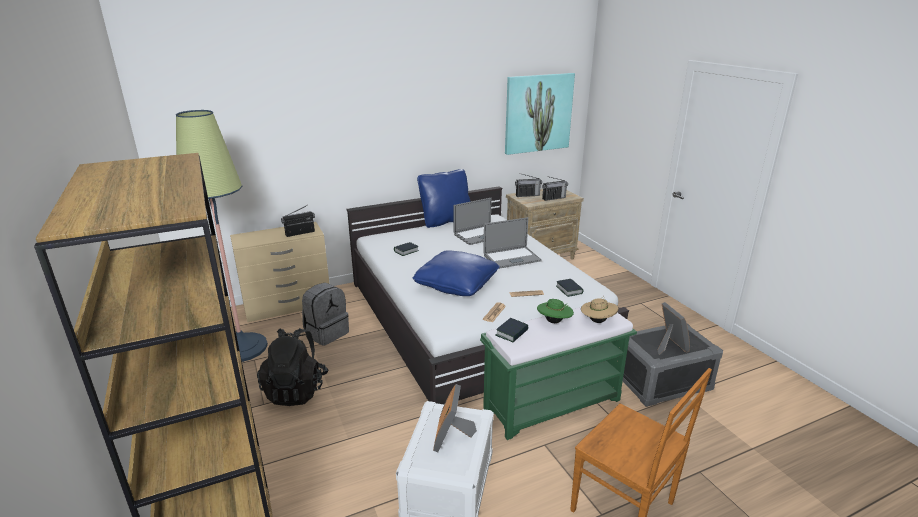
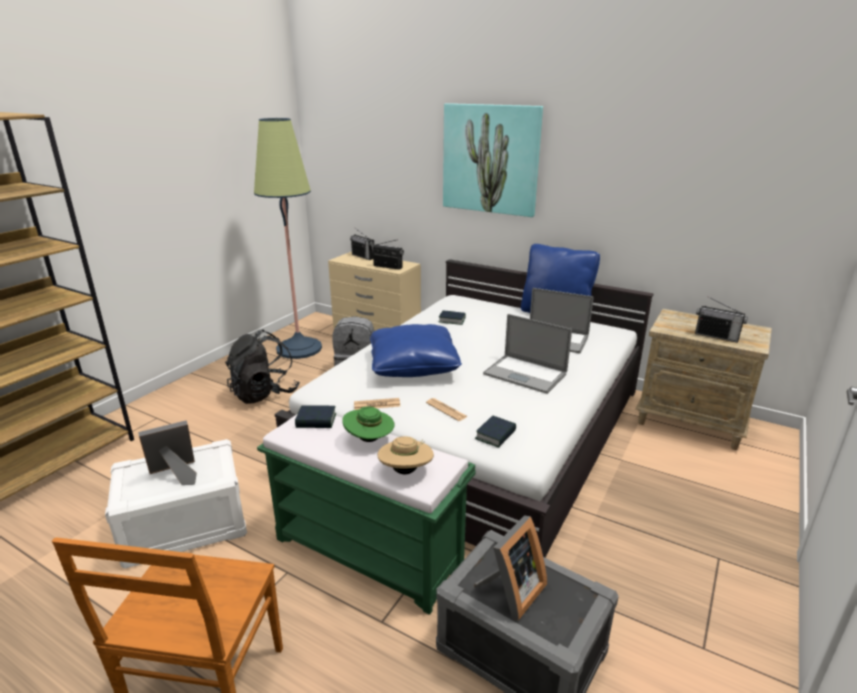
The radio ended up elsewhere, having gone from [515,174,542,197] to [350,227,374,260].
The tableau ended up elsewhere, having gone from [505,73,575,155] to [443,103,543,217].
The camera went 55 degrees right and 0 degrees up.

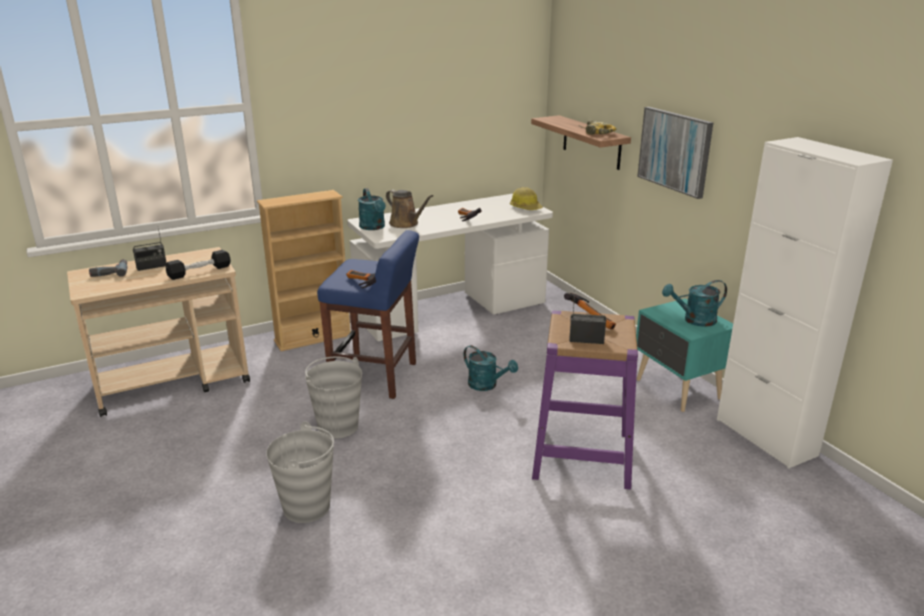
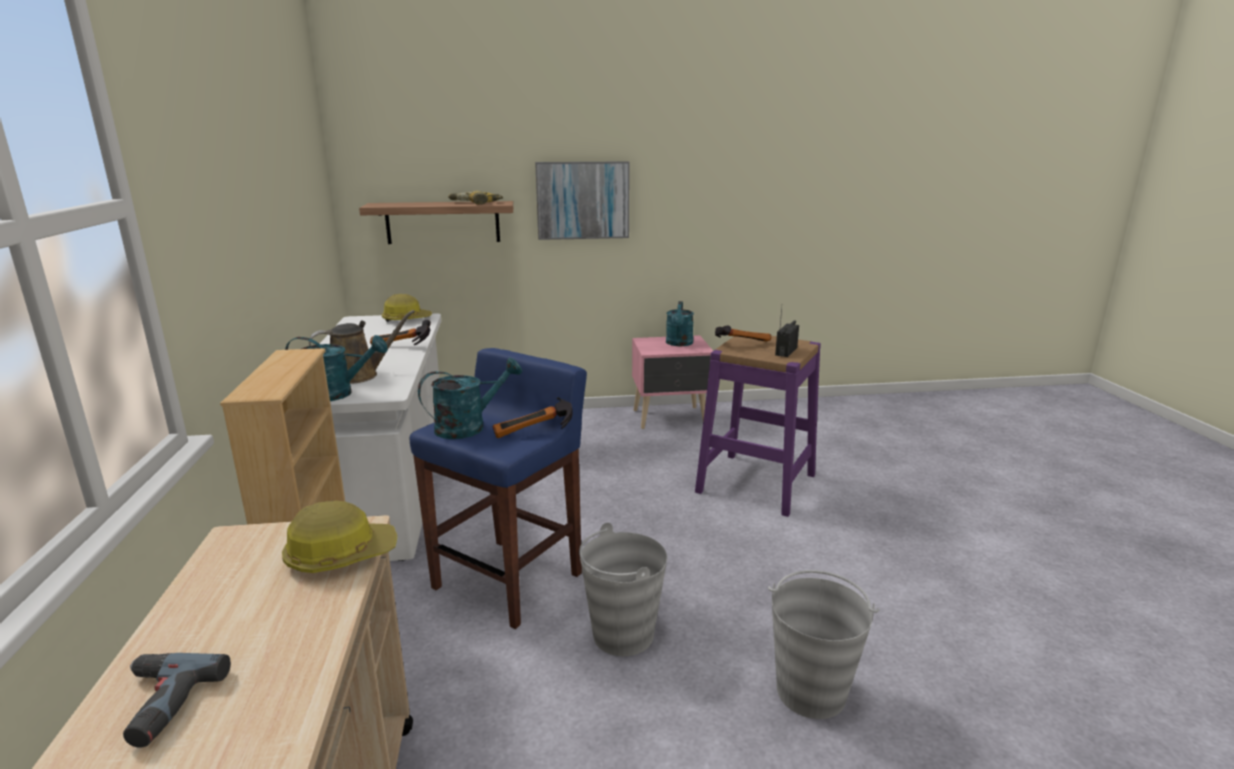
Where the haltère [noir] stood at [166,250,231,280], the casque de chantier came to stand at [282,501,397,573].
The arrosoir [turquoise] ended up elsewhere, having gone from [463,345,518,391] to [418,357,522,439].
What was the table de chevet [turquoise] at [636,299,733,412] turned into the table de chevet [rose] at [632,335,713,429].
The second view lost the radio at [133,228,167,271].
The second view lost the meuble de rangement [blanc] at [717,137,893,468].
The camera went 70 degrees left and 5 degrees down.

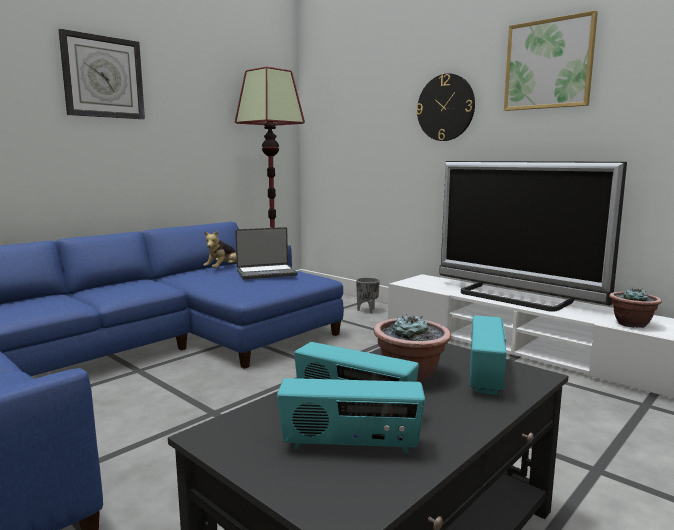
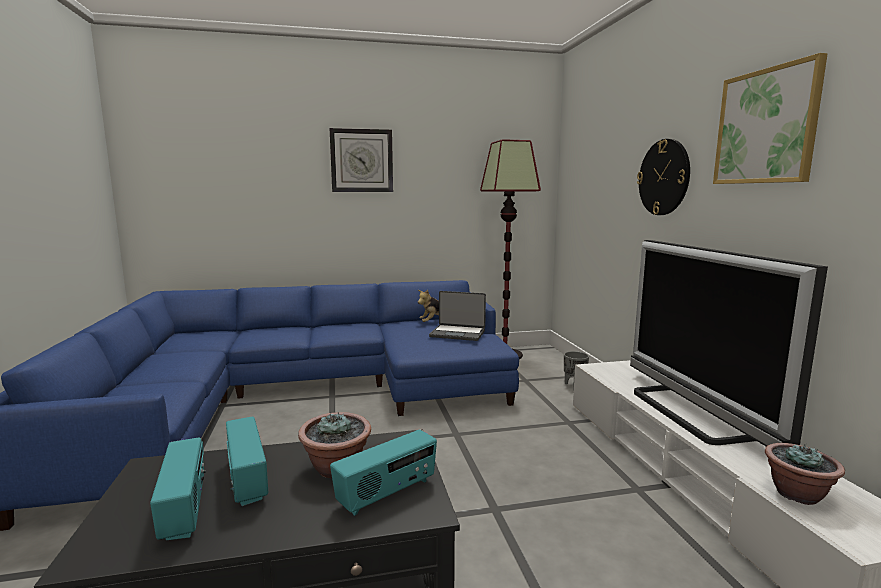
The radio at [277,378,425,454] ended up facing another way, 150 degrees counterclockwise from before.
The camera went 35 degrees right and 0 degrees up.

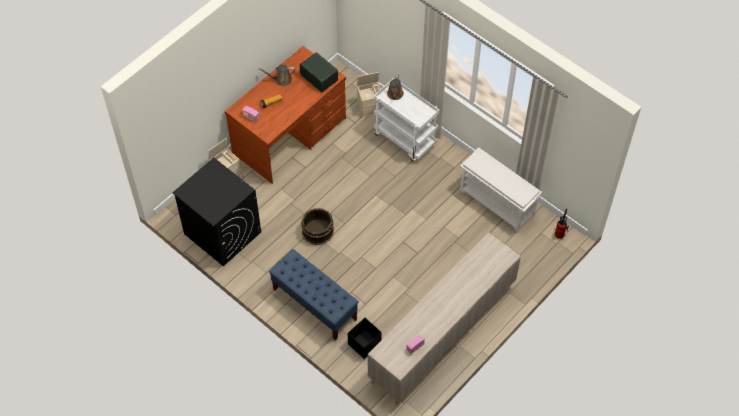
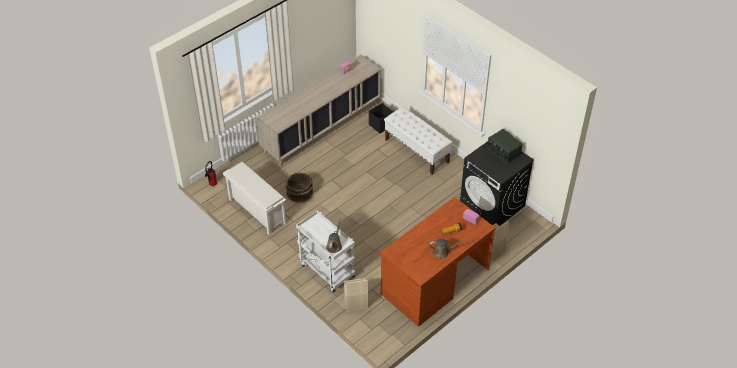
The seau [marron] ended up elsewhere, having gone from [301,208,334,245] to [286,173,313,203].
What was the banc [bleu] at [269,249,359,341] turned into the banc [blanc] at [384,107,452,175].
The radio ended up elsewhere, having gone from [300,52,338,93] to [487,129,523,163].
The camera went 175 degrees left and 10 degrees down.

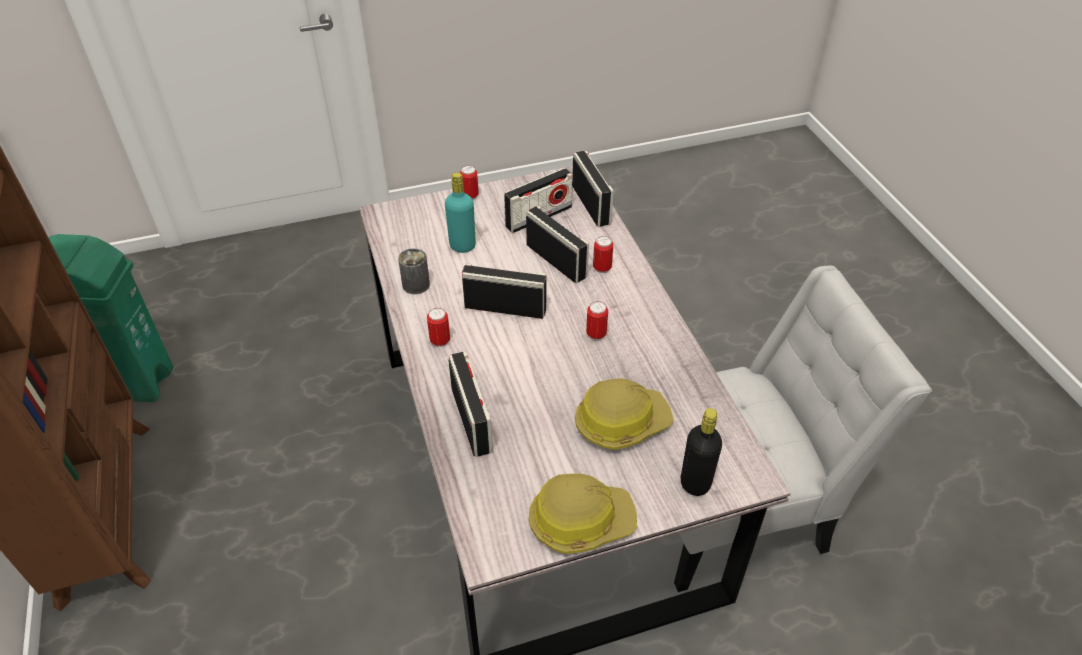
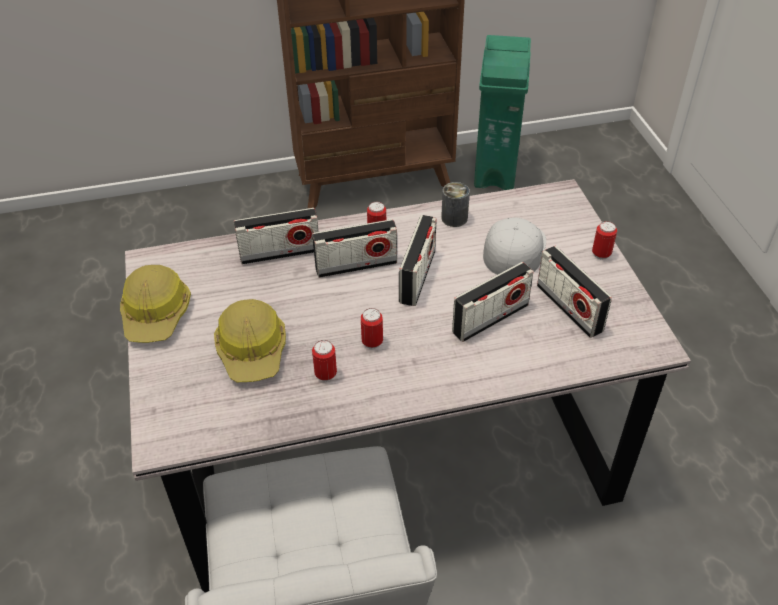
The radio ended up elsewhere, having gone from [572,150,614,227] to [312,219,397,278].
The boîte métallique ended up elsewhere, having gone from [593,236,613,273] to [312,340,337,381].
Where the bouteille [turquoise] stood at [445,172,476,253], the casquette [blanc] came to stand at [483,218,546,275].
The second view lost the bouteille [noir] at [681,408,722,496].
The camera went 95 degrees right and 0 degrees up.

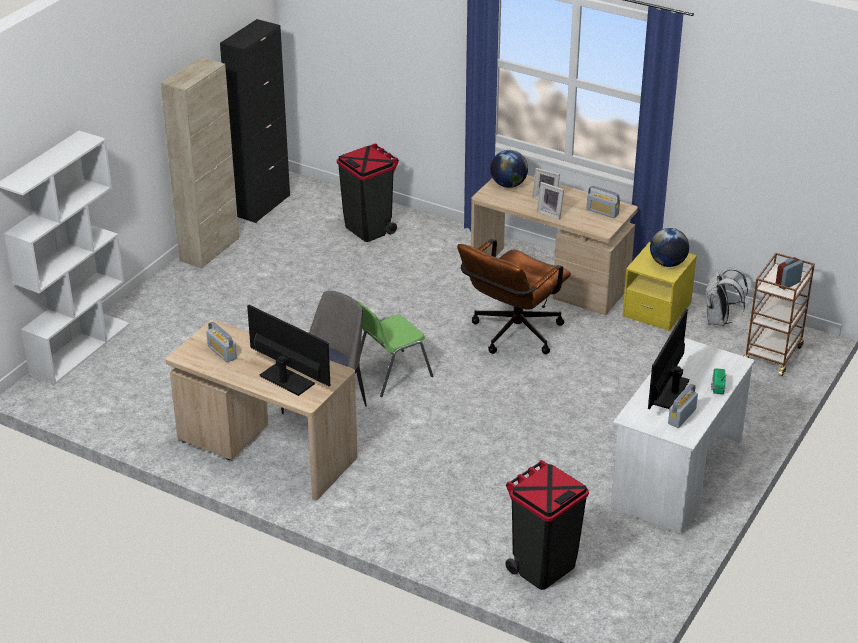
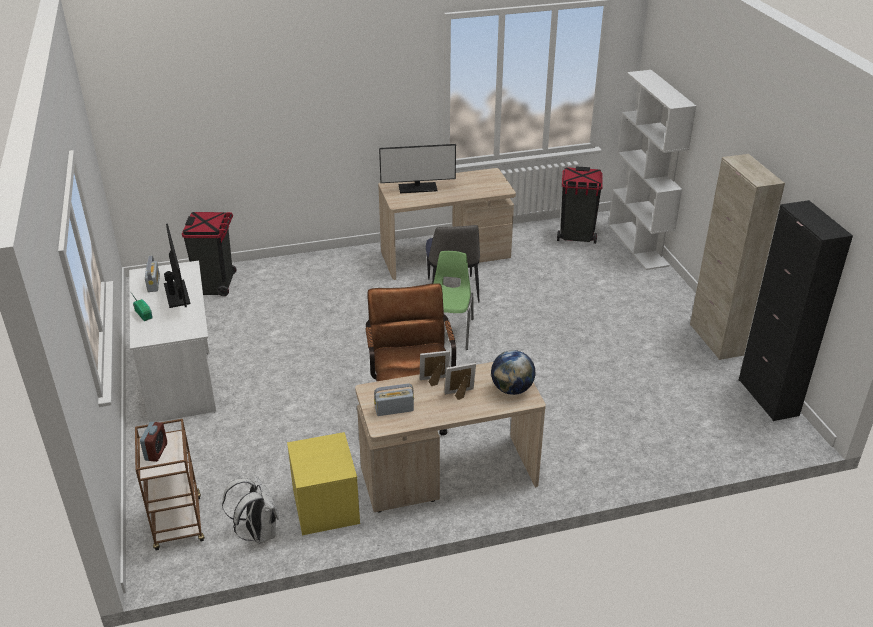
The poubelle [noir] ended up elsewhere, having gone from [337,143,399,242] to [557,166,603,244].
The second view lost the radio at [206,322,237,363].
The second view lost the globe at [650,228,689,267].
The camera went 135 degrees right and 0 degrees up.

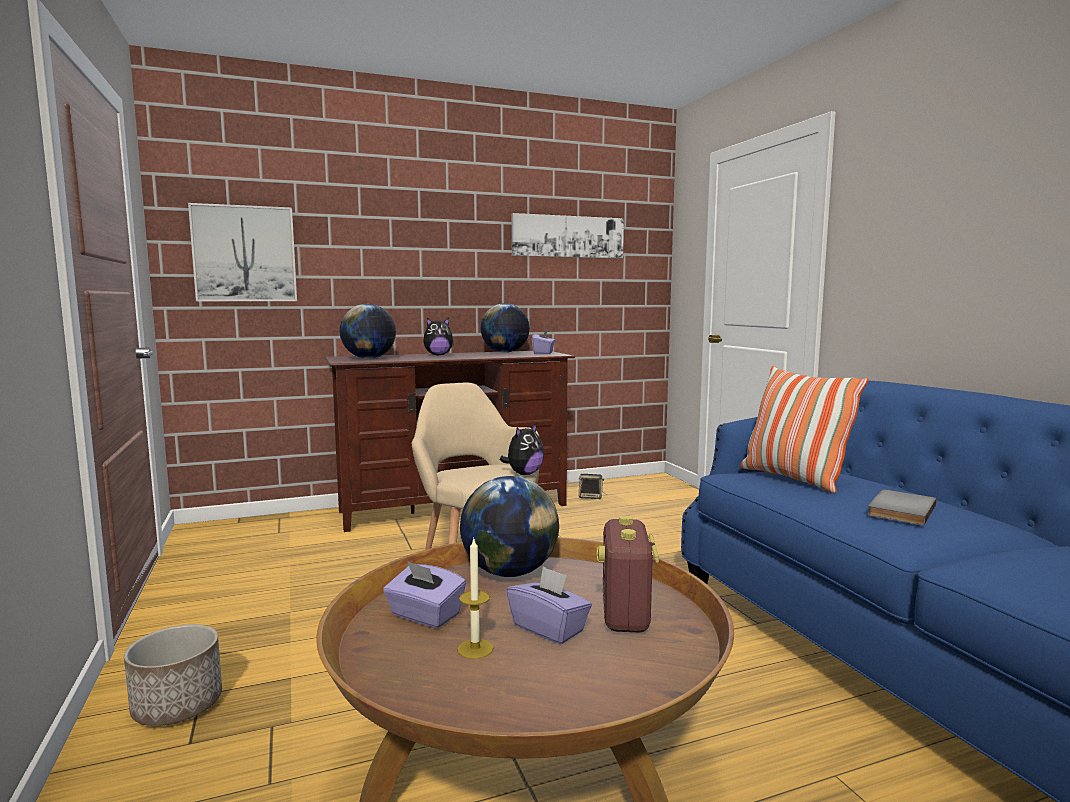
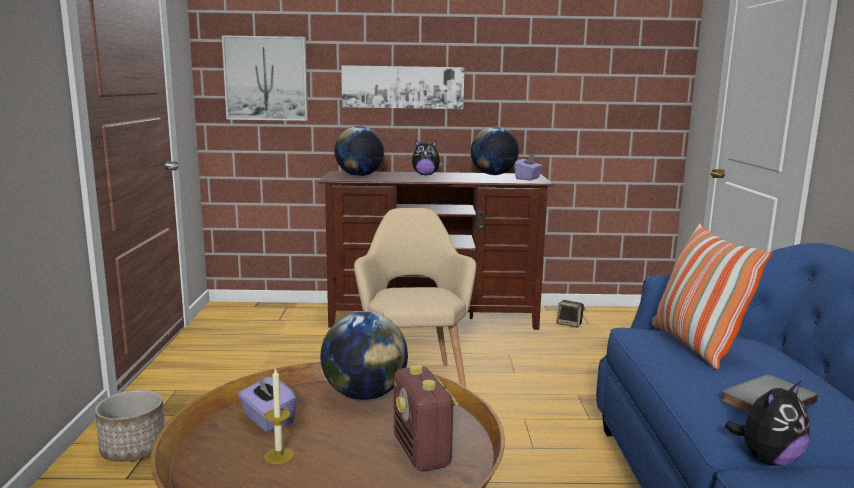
The tableau ended up elsewhere, having gone from [512,213,624,259] to [341,65,465,109].
The radio at [597,515,659,633] ended up facing another way, 45 degrees counterclockwise from before.
The peluche ended up elsewhere, having gone from [500,423,544,475] to [725,381,810,466].
The second view lost the boîte à mouchoirs [violet] at [506,566,592,644].
The camera went 20 degrees right and 5 degrees up.

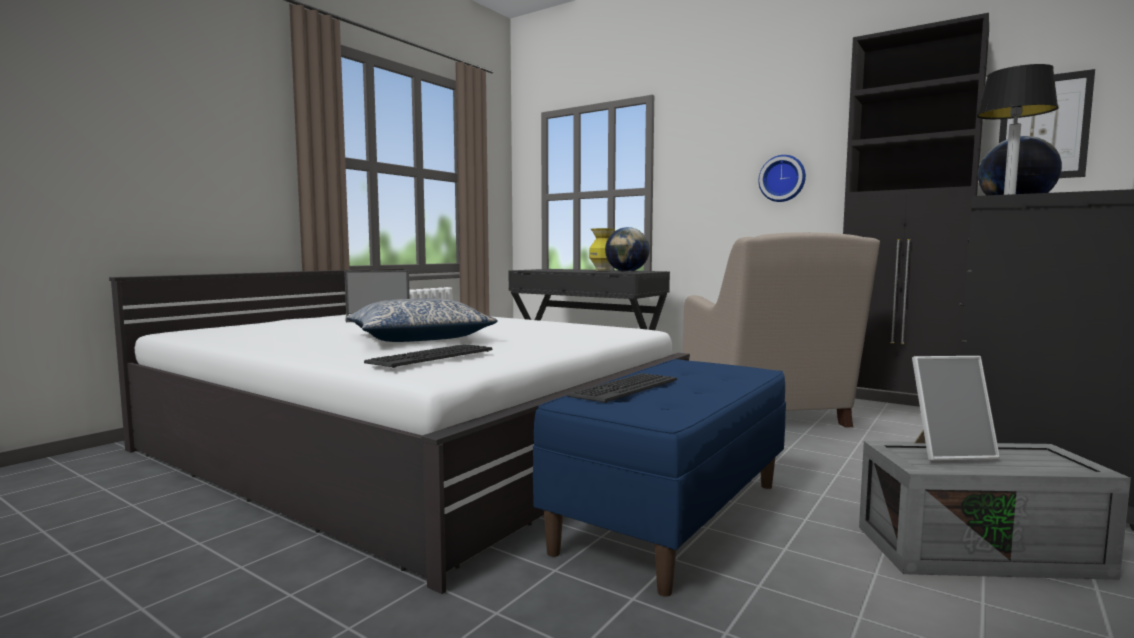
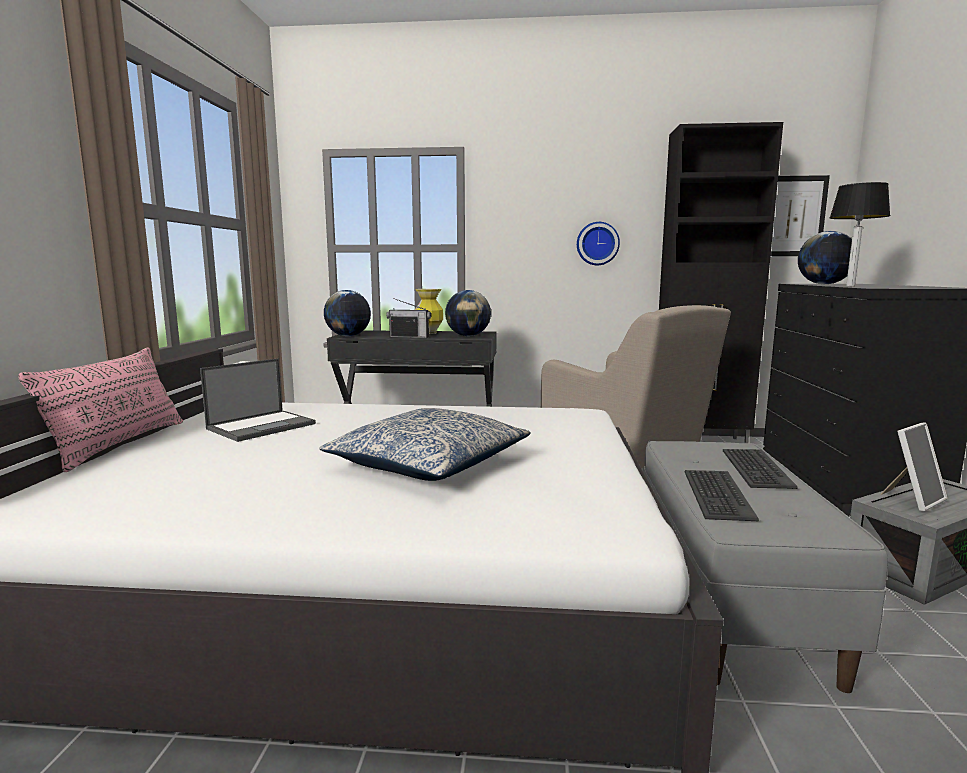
The second view gained the coussin [rose] at [18,348,183,472].
The second view gained the globe at [324,290,371,336].
The second view gained the radio at [386,298,431,338].
What was the banc [bleu] at [533,359,786,597] turned into the banc [gris] at [643,441,888,693].
The clavier ended up elsewhere, having gone from [364,344,493,368] to [723,449,797,489].
The camera went 30 degrees left and 5 degrees up.

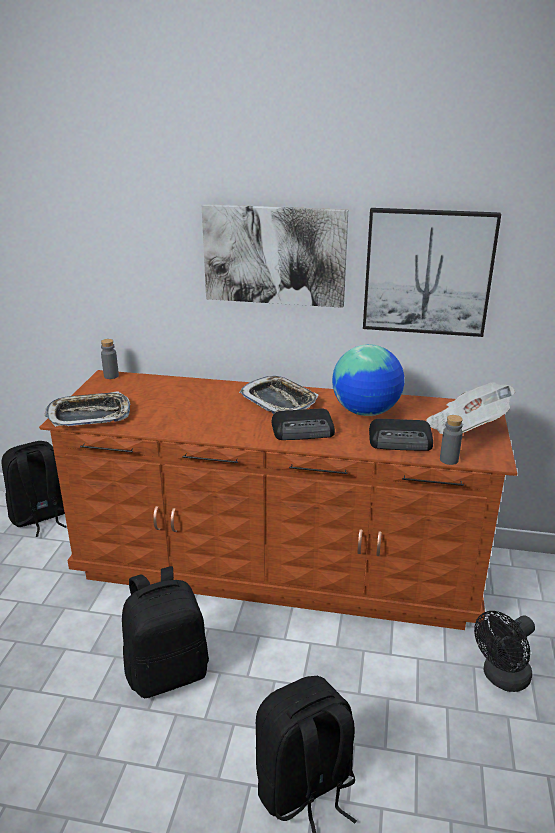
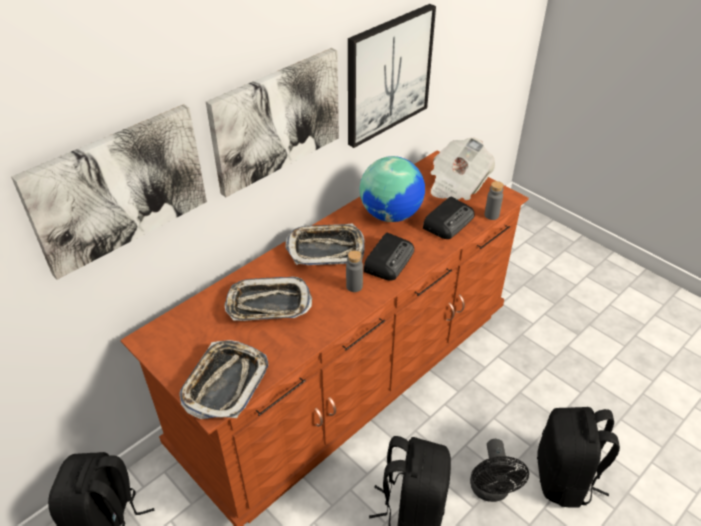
The second view gained the tableau at [11,104,207,280].
The second view gained the plateau at [224,277,312,321].
The bouteille [gris] ended up elsewhere, having gone from [101,339,119,379] to [346,250,363,292].
The ventilateur [noir] ended up elsewhere, having gone from [474,611,535,692] to [470,439,529,502].
The camera went 55 degrees left and 15 degrees up.

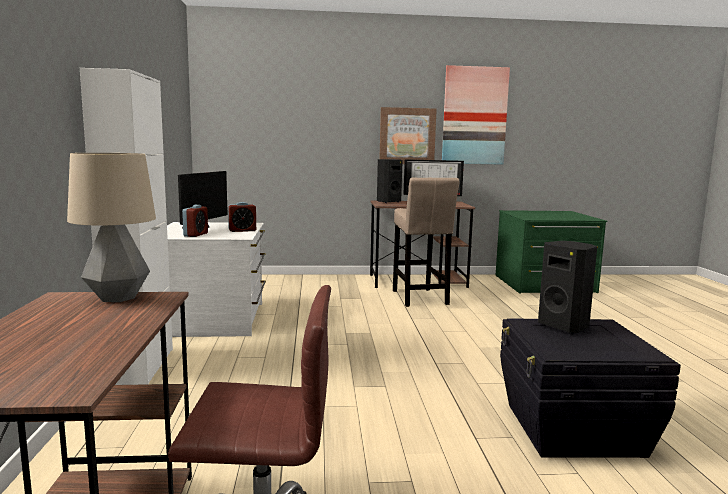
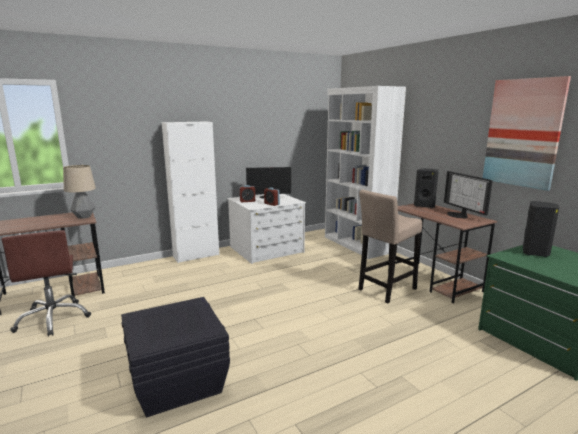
The second view gained the bibliothèque [blanc] at [325,86,406,259].
The enceinte [noir] ended up elsewhere, having gone from [538,241,597,333] to [523,201,559,257].
The second view lost the tableau at [379,107,437,164].
The camera went 65 degrees right and 5 degrees up.

